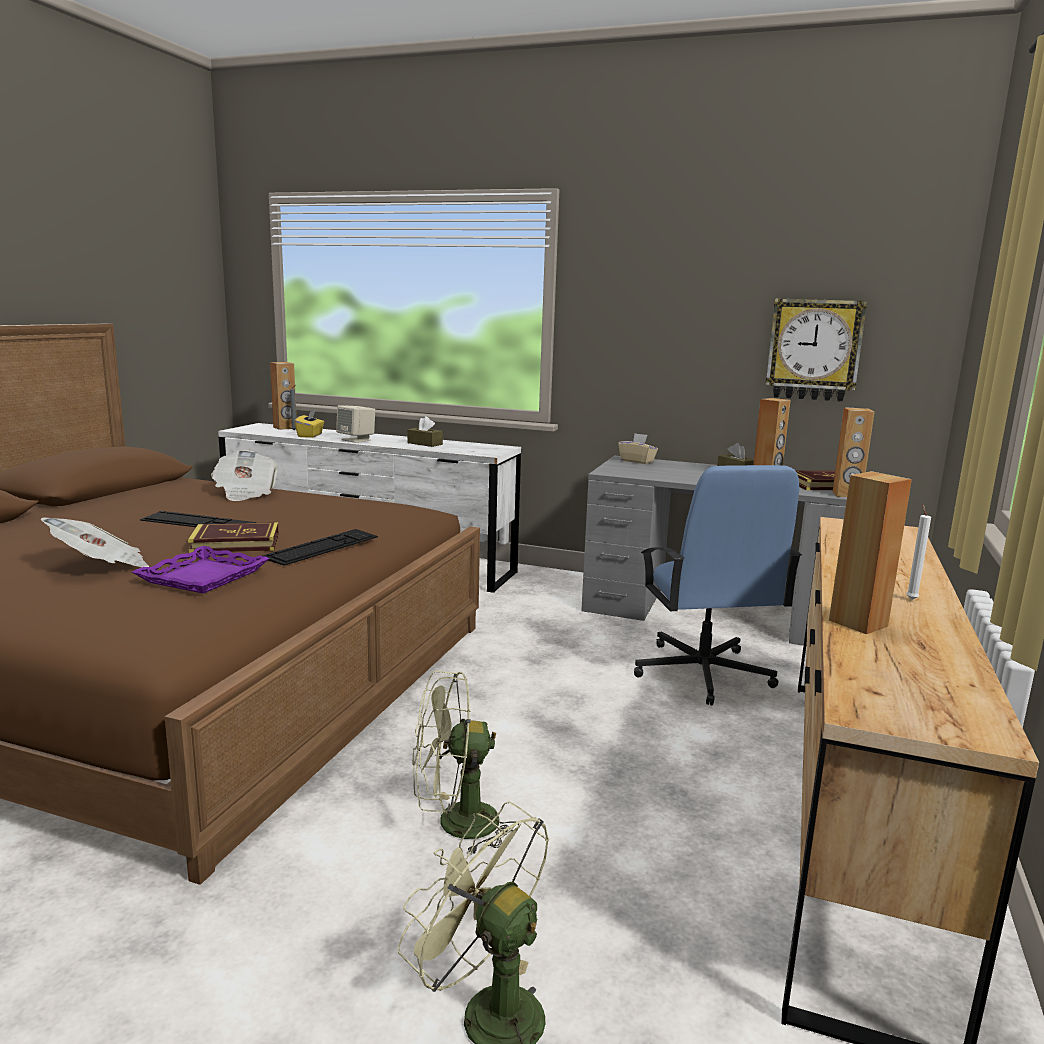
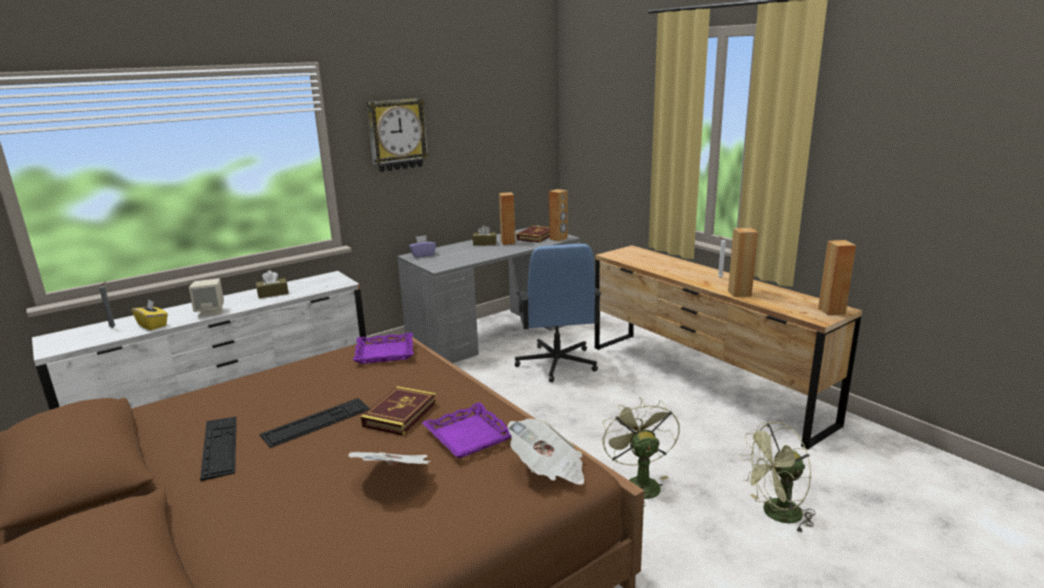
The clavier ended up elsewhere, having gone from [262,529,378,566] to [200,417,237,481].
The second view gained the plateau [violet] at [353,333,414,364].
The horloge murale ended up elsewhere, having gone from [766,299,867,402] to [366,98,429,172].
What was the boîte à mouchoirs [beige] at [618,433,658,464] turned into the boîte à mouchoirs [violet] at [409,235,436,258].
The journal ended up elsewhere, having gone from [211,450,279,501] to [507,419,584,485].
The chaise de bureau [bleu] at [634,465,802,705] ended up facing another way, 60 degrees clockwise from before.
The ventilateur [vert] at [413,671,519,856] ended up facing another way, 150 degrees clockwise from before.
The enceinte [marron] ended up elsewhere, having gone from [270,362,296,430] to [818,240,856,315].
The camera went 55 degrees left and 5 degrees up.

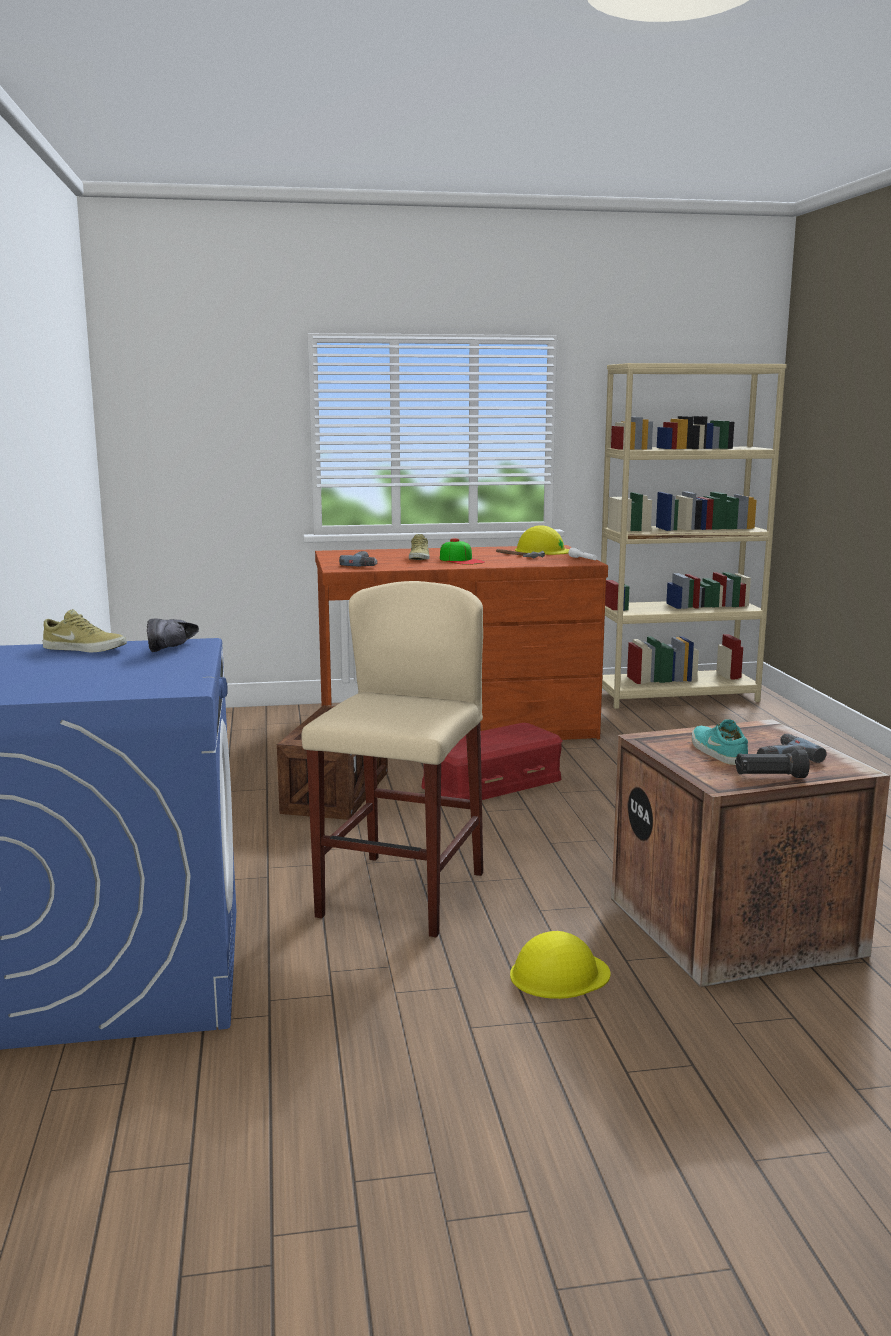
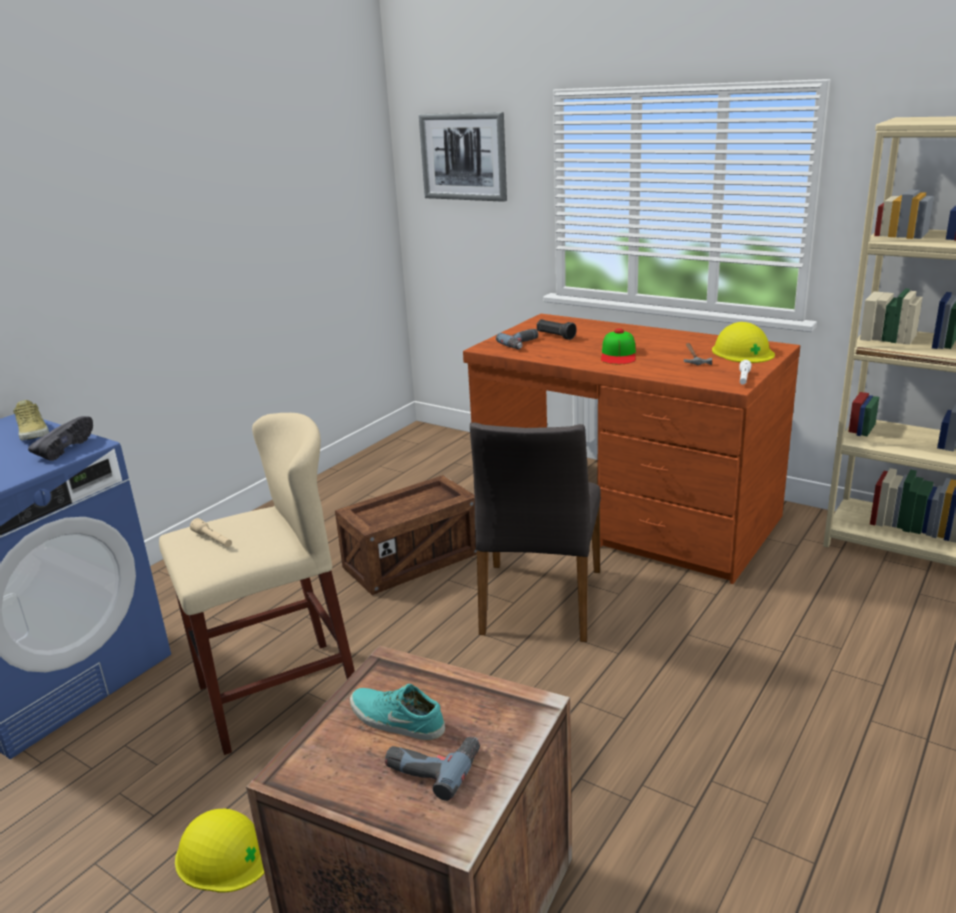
The chaussure [noir] at [147,619,199,652] ended up facing another way, 150 degrees clockwise from before.
The second view gained the lampe de poche [beige] at [190,518,232,547].
The chaussure [turquoise] at [692,719,748,765] ended up facing another way, 90 degrees counterclockwise from before.
The second view gained the tableau at [419,112,507,202].
Where the boîte de rangement [rouge] stood at [421,723,562,800], the chaise [gris] came to stand at [470,423,601,642].
The lampe de poche [noir] ended up elsewhere, having gone from [735,750,810,778] to [537,319,577,340].
The second view lost the chaussure [beige] at [409,534,430,560].
The camera went 45 degrees right and 10 degrees up.

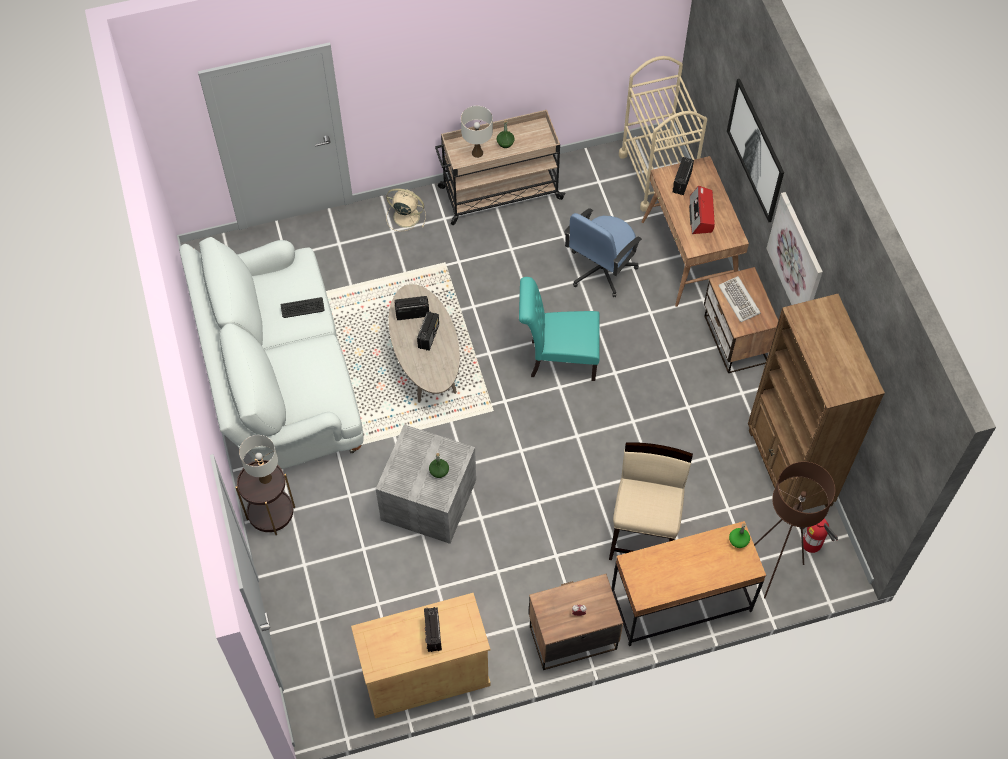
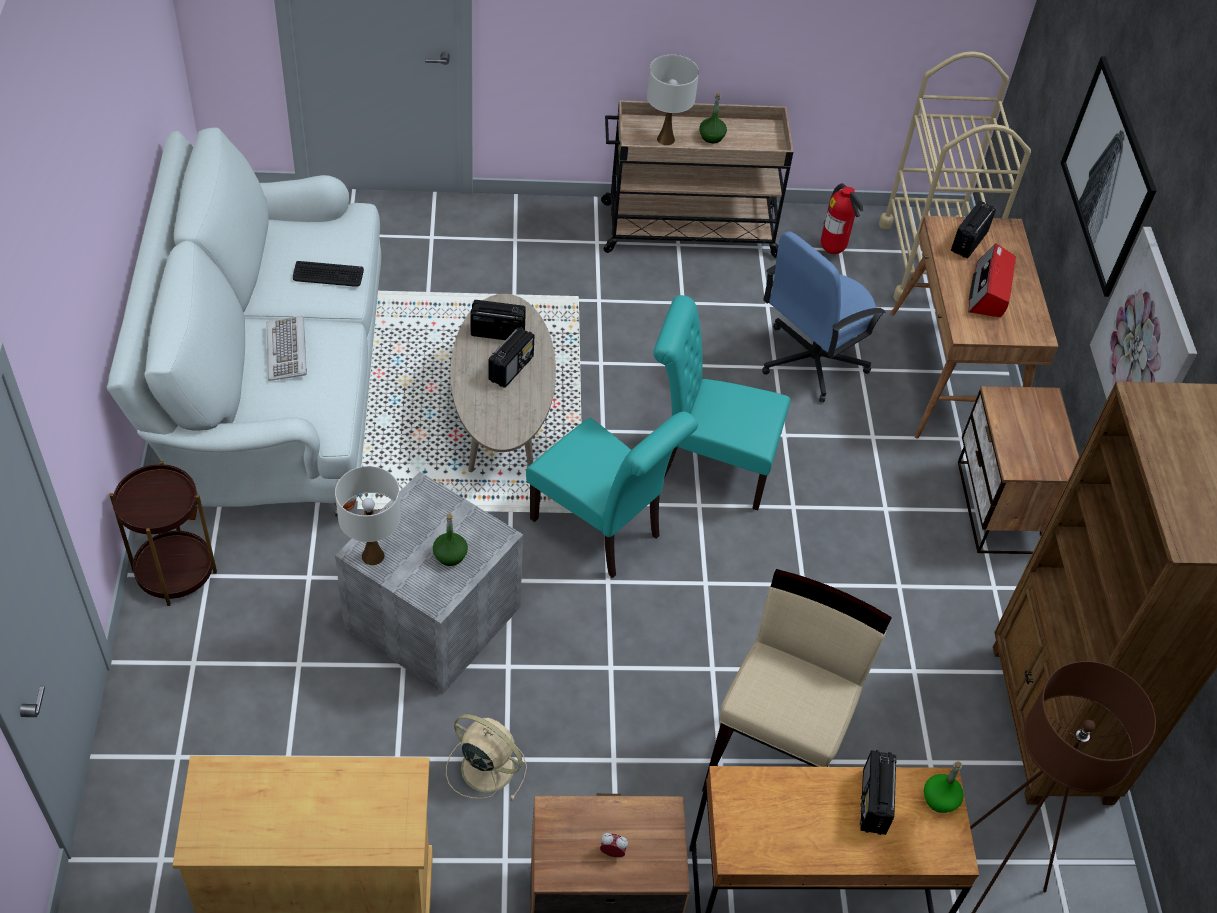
The clavier ended up elsewhere, having gone from [719,276,761,322] to [266,316,307,381].
The lampe de table [blanc] ended up elsewhere, having gone from [239,435,278,484] to [335,466,401,565].
The ventilateur [beige] ended up elsewhere, having gone from [386,188,426,231] to [446,714,527,800].
The second view gained the chaise [turquoise] at [526,412,698,578].
The extincteur ended up elsewhere, having gone from [800,519,838,553] to [821,183,863,254].
The radio ended up elsewhere, having gone from [424,607,442,652] to [860,750,897,835].
The camera went 10 degrees right and 10 degrees down.

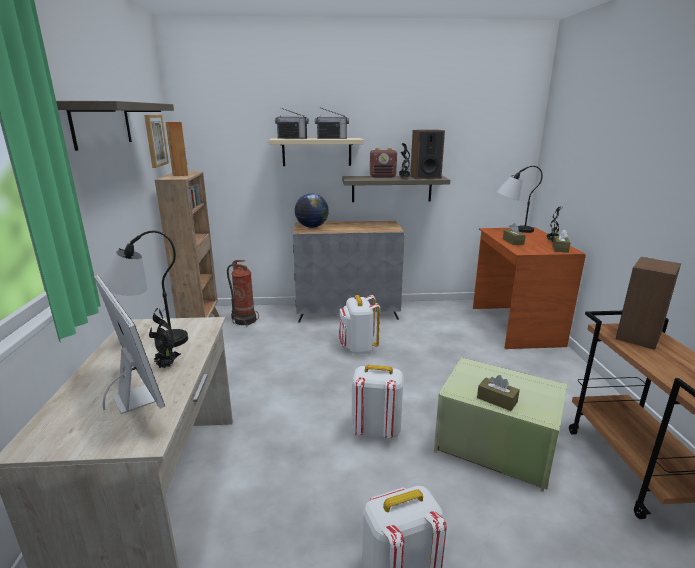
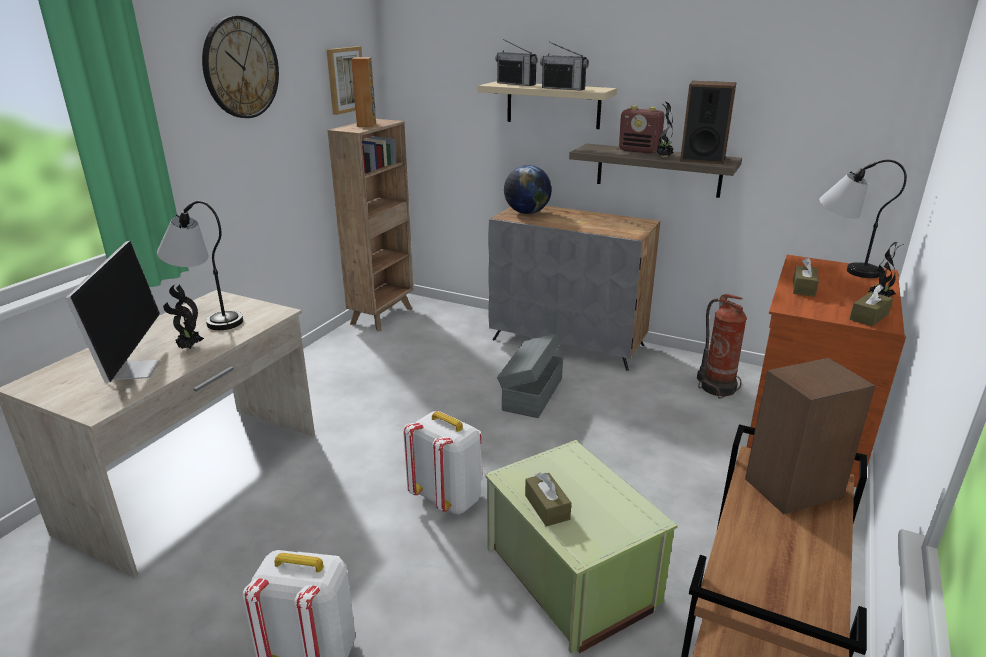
Where the étagère hung at [56,101,174,151], the horloge murale came to hang at [202,16,279,118].
Where the sac à dos [blanc] stood at [339,295,380,354], the boîte de rangement [gris] came to stand at [497,333,563,418].
The extincteur ended up elsewhere, having gone from [227,260,259,326] to [697,294,747,399].
The camera went 30 degrees right and 5 degrees up.

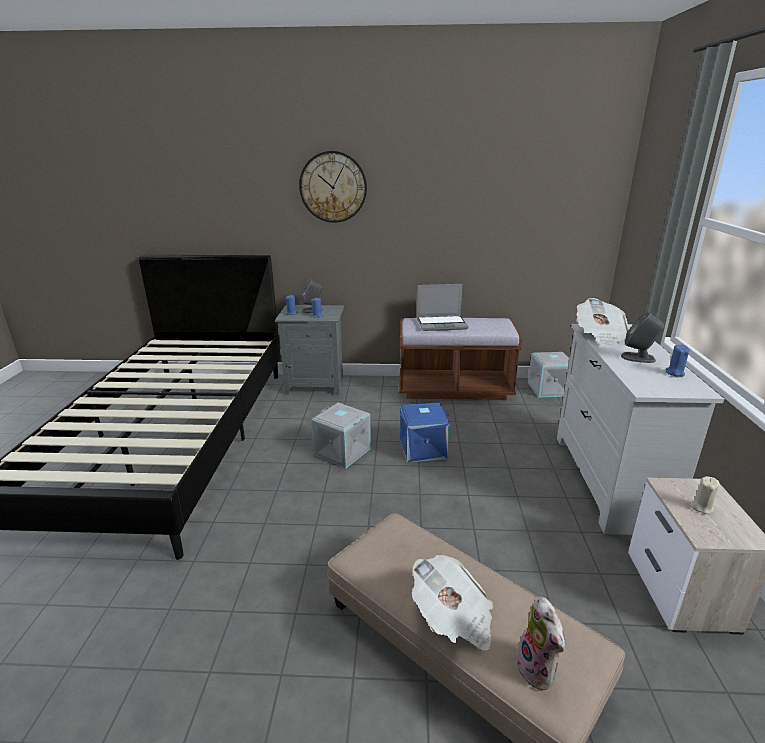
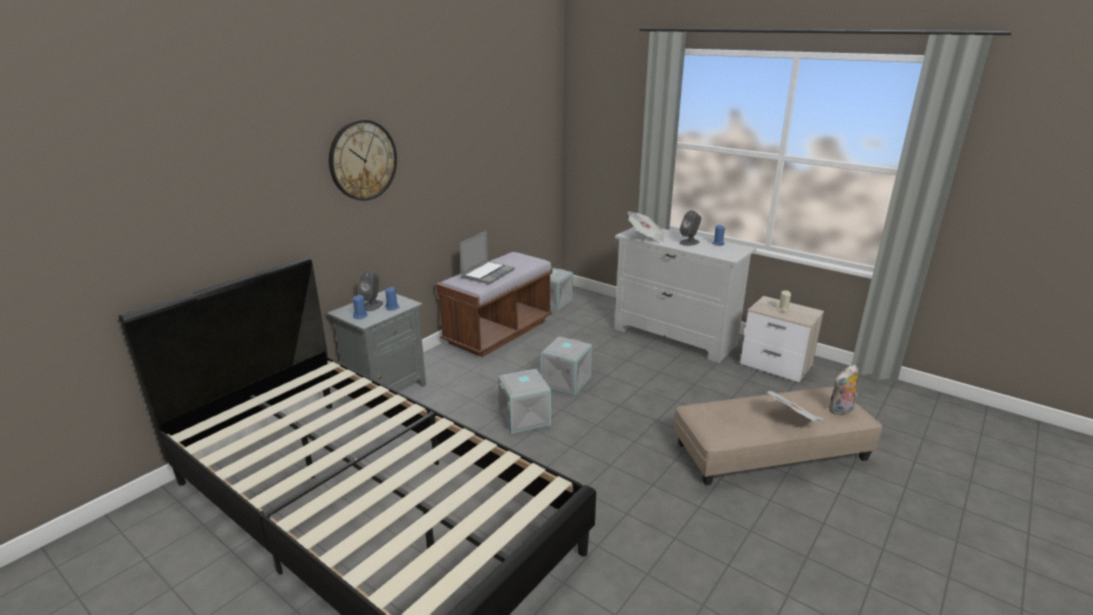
What was the boîte de rangement [bleu] at [400,403,450,462] turned into the boîte de rangement [gris] at [541,337,592,395].
The peluche at [512,596,565,690] ended up facing another way, 135 degrees clockwise from before.
The camera went 55 degrees left and 0 degrees up.

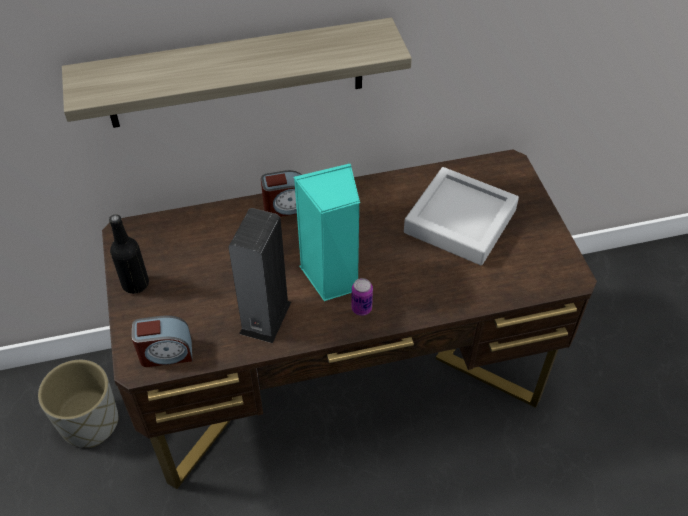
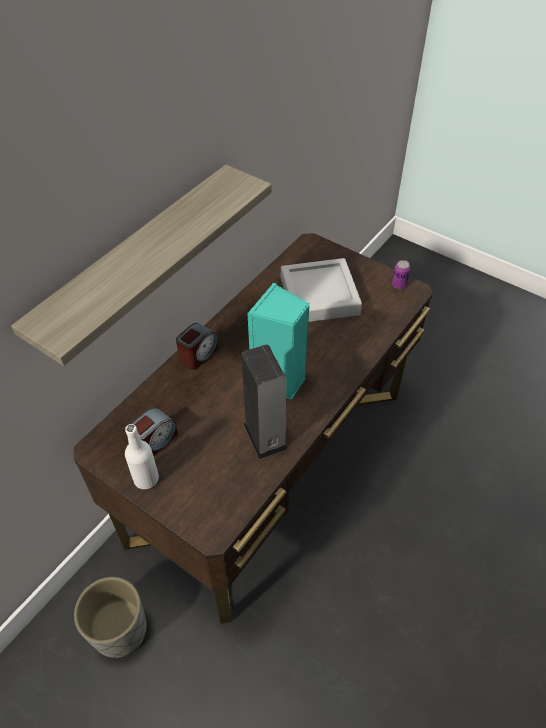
What was the bouteille [noir] at [109,215,149,294] turned into the bouteille [blanc] at [125,424,159,489].
The réveil ended up elsewhere, having gone from [132,315,192,367] to [128,407,178,456].
The boîte métallique ended up elsewhere, having gone from [351,278,373,316] to [392,260,410,289].
The camera went 40 degrees left and 0 degrees up.

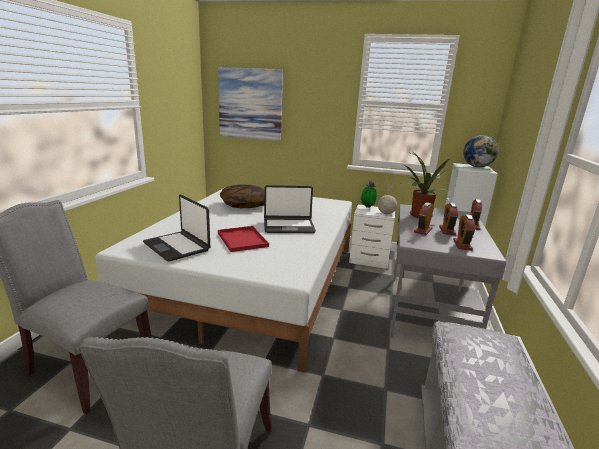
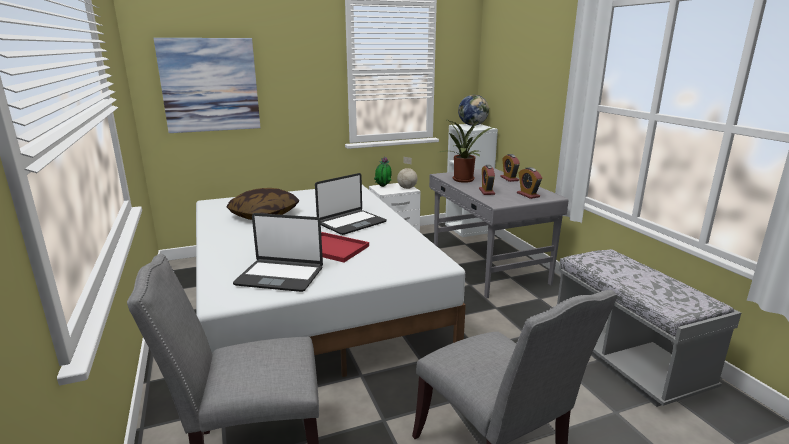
The second view lost the réveil at [439,203,458,235].
The camera went 35 degrees left and 0 degrees up.

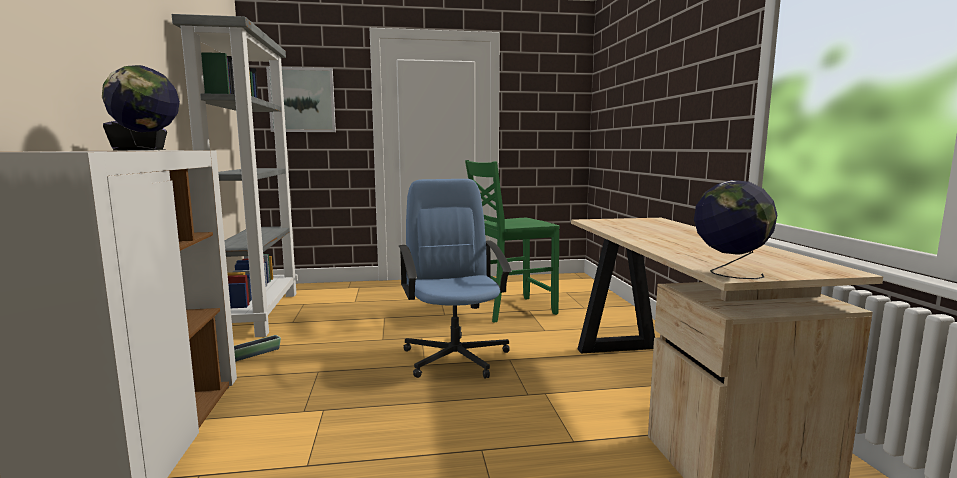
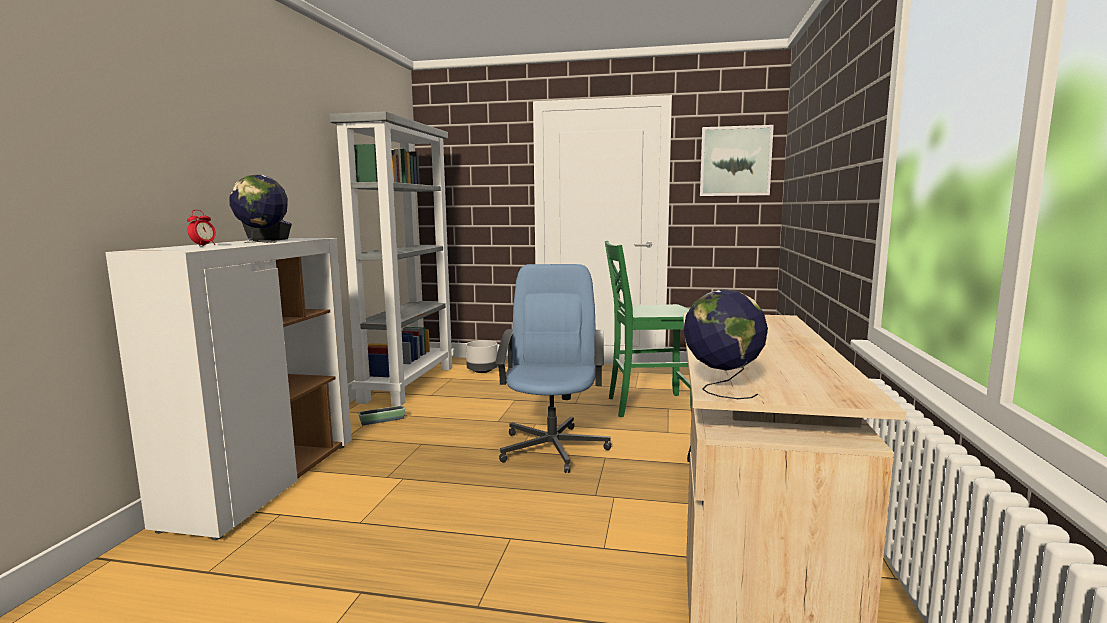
The second view gained the réveil at [187,210,216,246].
The second view gained the cache-pot [gris] at [466,340,498,373].
The tableau ended up elsewhere, having gone from [266,67,336,132] to [700,125,774,196].
The camera went 20 degrees right and 0 degrees up.

